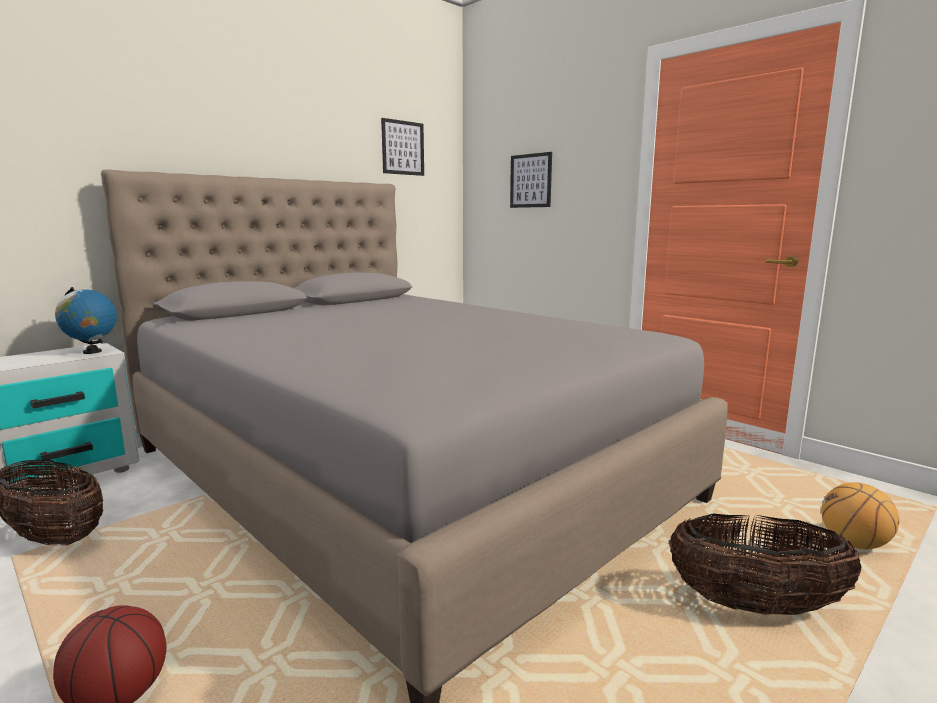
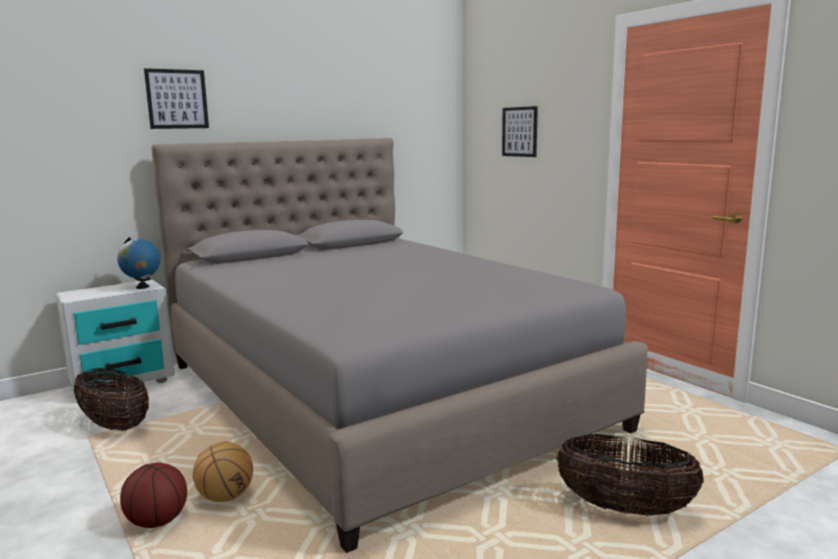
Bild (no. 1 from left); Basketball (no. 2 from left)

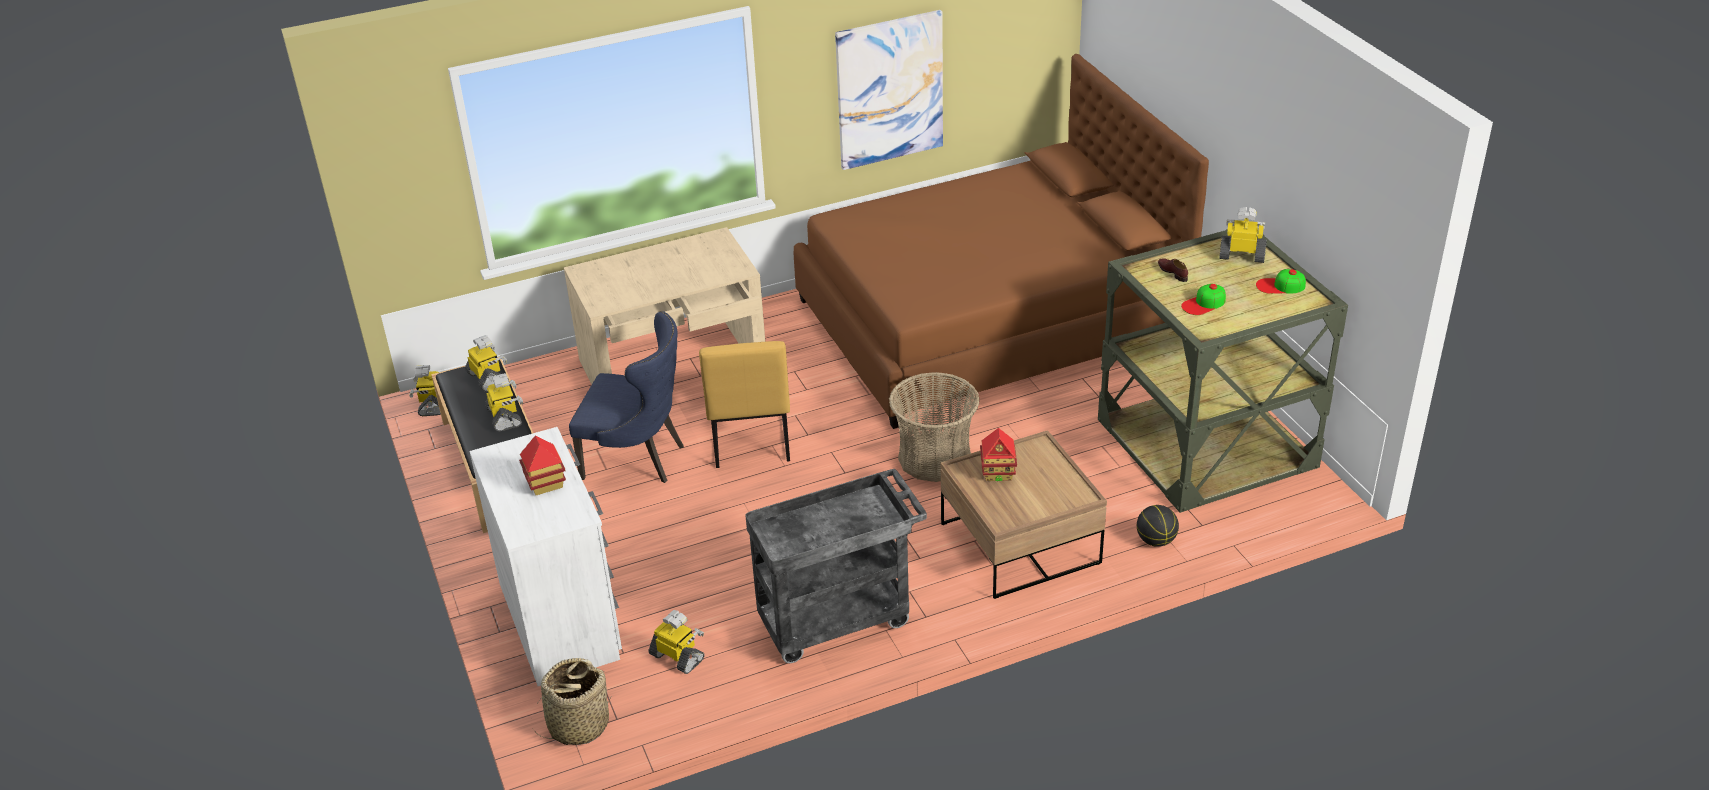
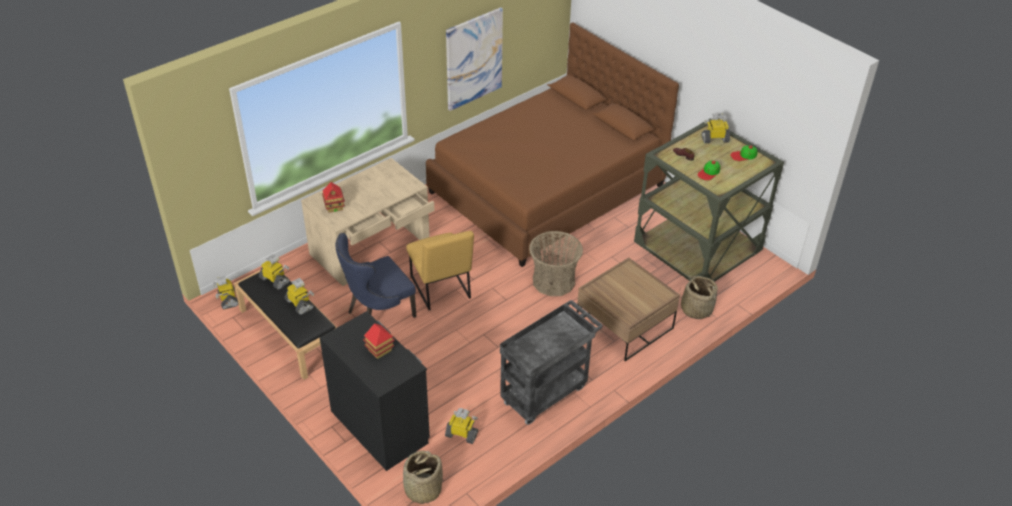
Spielzeughaus (no. 1 from left); Korb (no. 3 from left); Kommode (schwarz); Stuhl (blau)

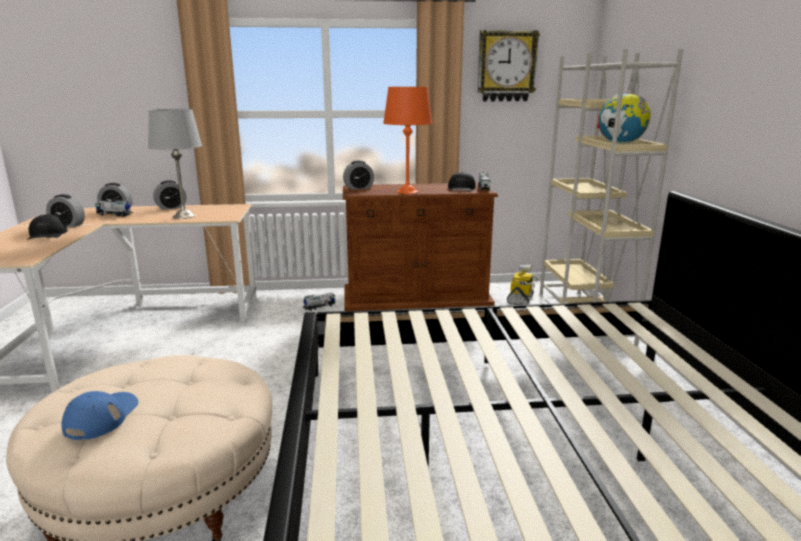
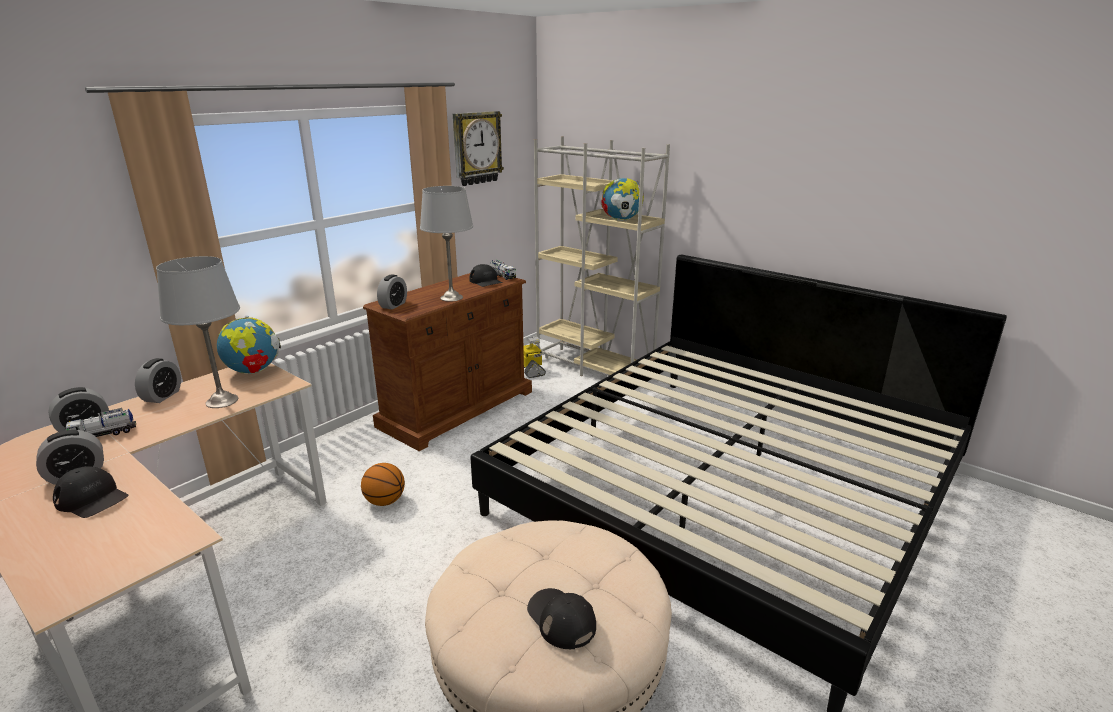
Spielzeuglaster (no. 2 from left in the first image); Globus (no. 1 from left); Basketball; Kappe (schwarz) (no. 3 from left); Tischlampe (grau) (no. 2 from left)

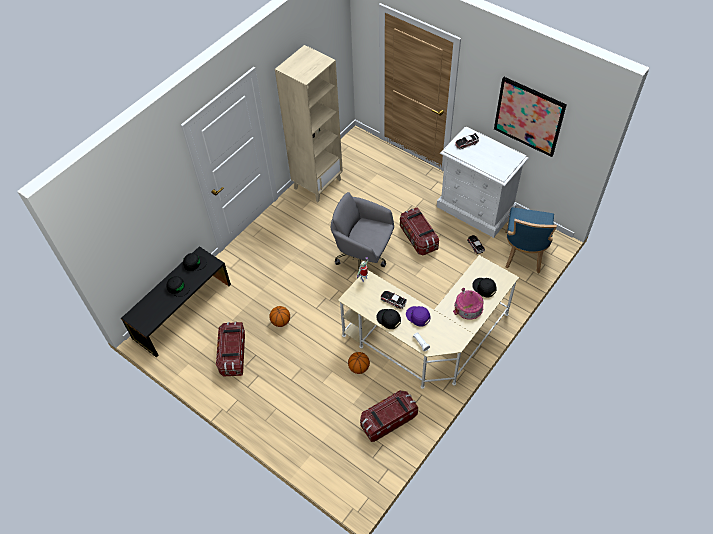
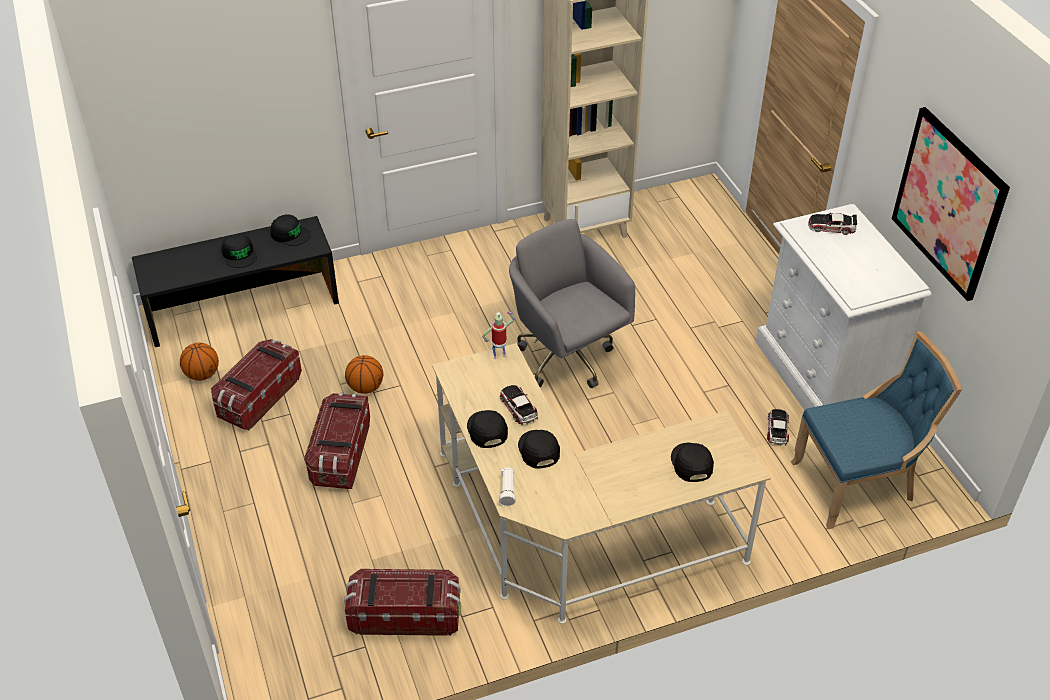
Spielzeughaus; Basketball (no. 1 from left); Aufbewahrungsbox (no. 2 from left); Kappe (schwarz) (no. 4 from left); Stuhl (blau)

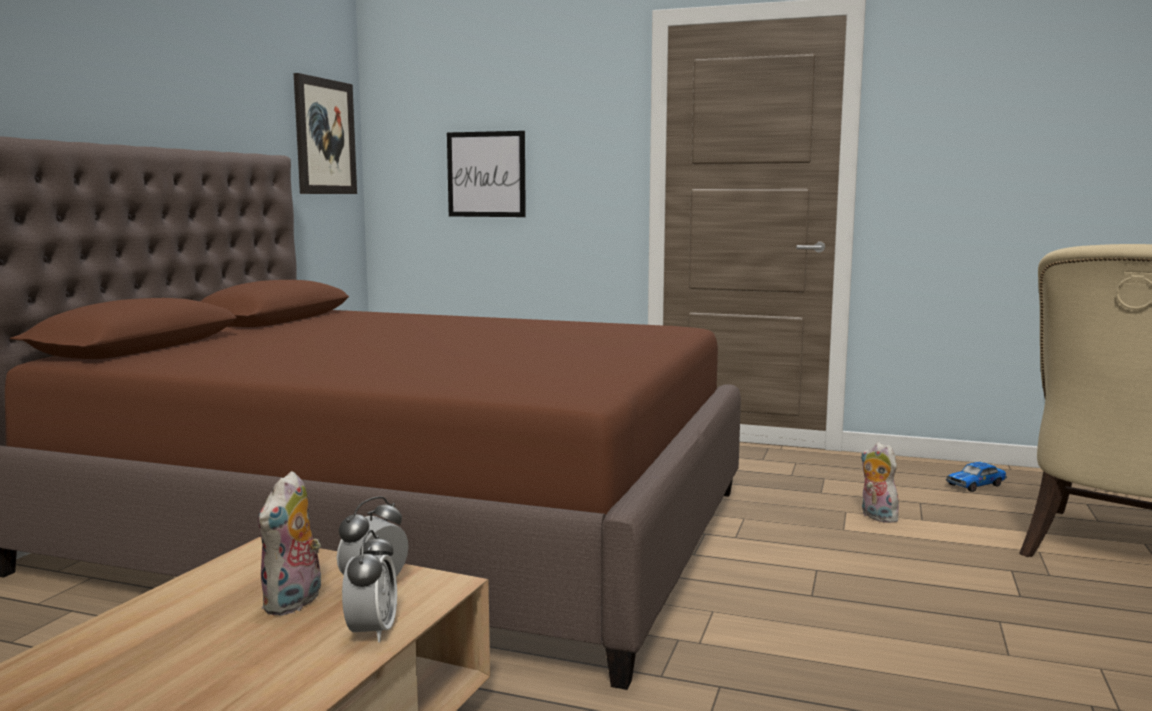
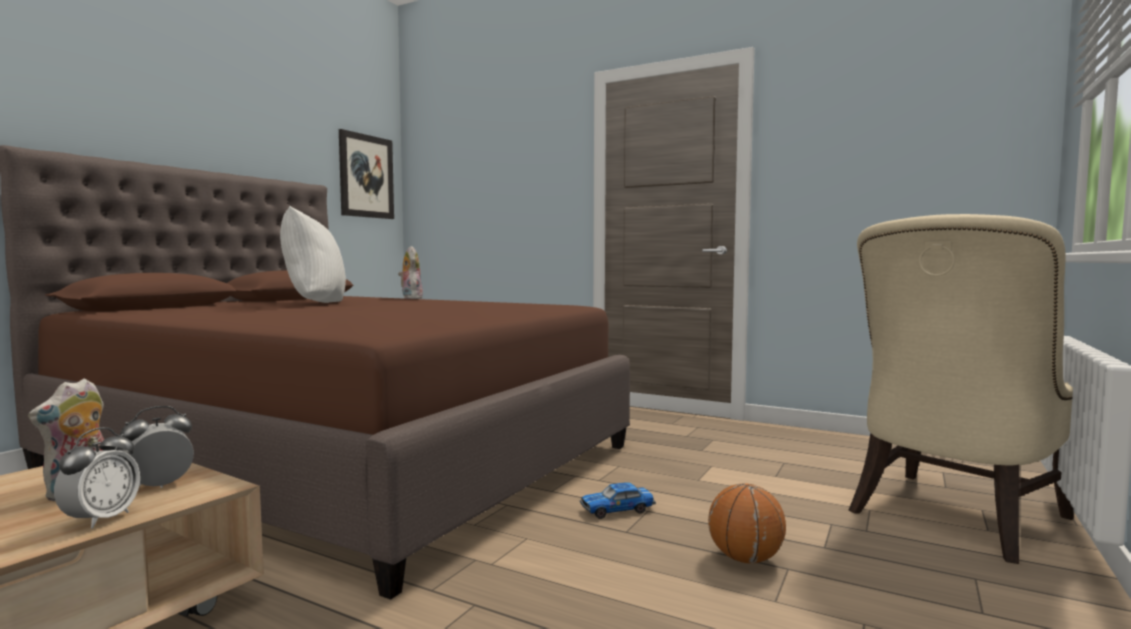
Bild (no. 2 from left in the first image); Kissen (weiß); Basketball; Plüschtier (no. 2 from left); Spielzeugauto

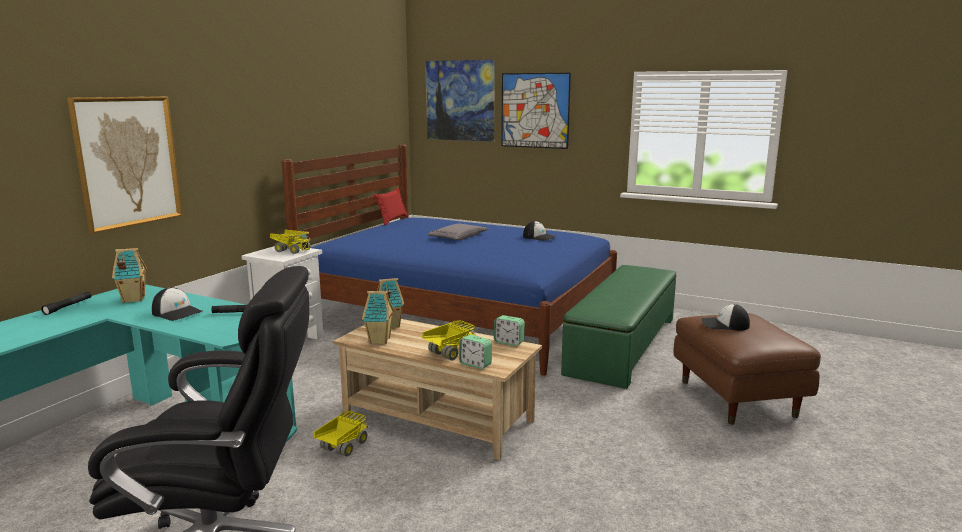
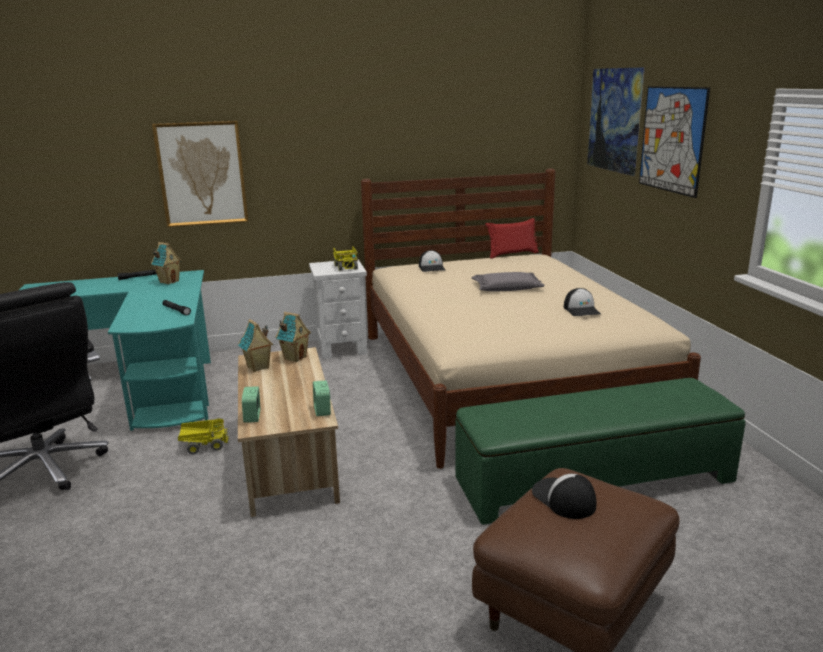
Spielzeuglaster (no. 3 from left in the first image); Kappe (no. 1 from left); Bett (beige)

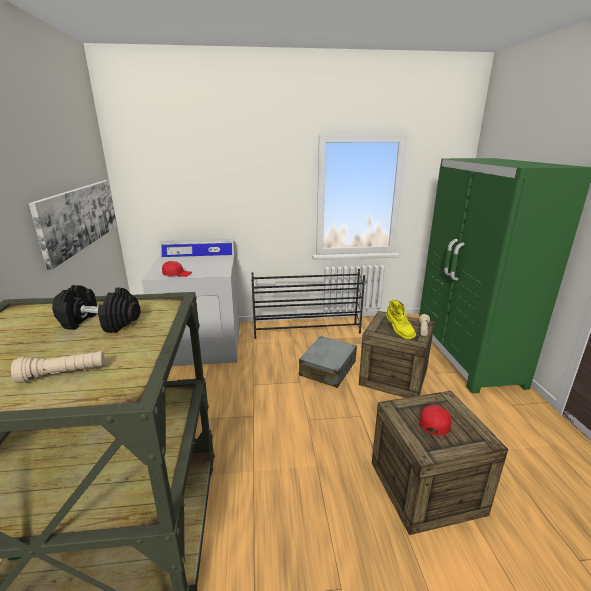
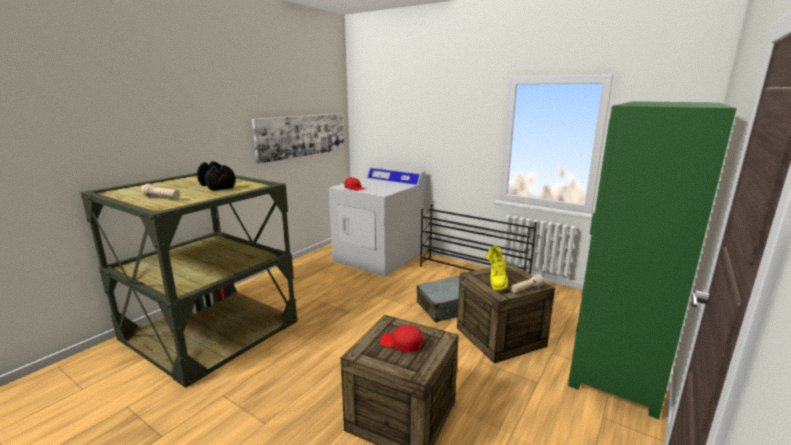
Kappe (rot) (no. 2 from left)

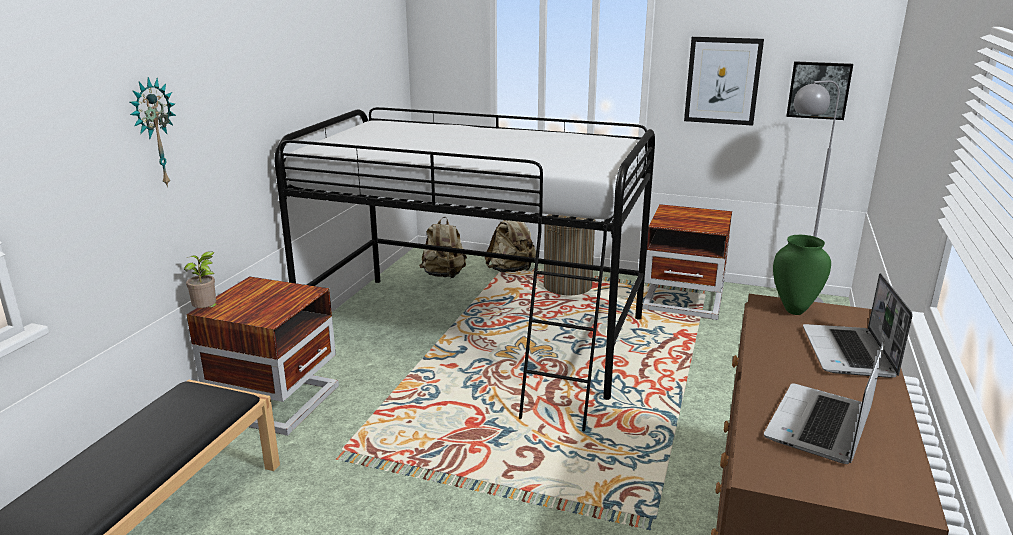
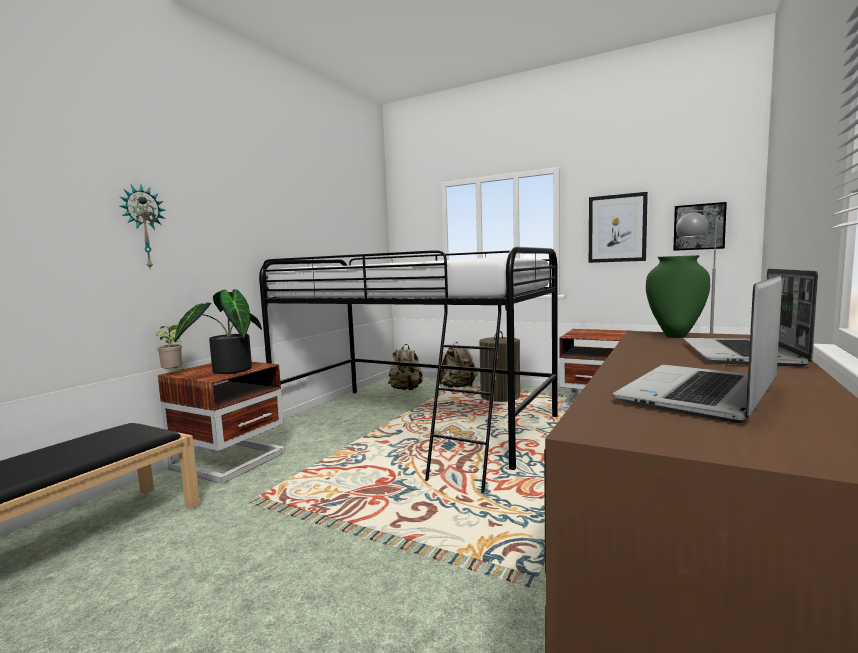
Topfpflanze (no. 2 from left)

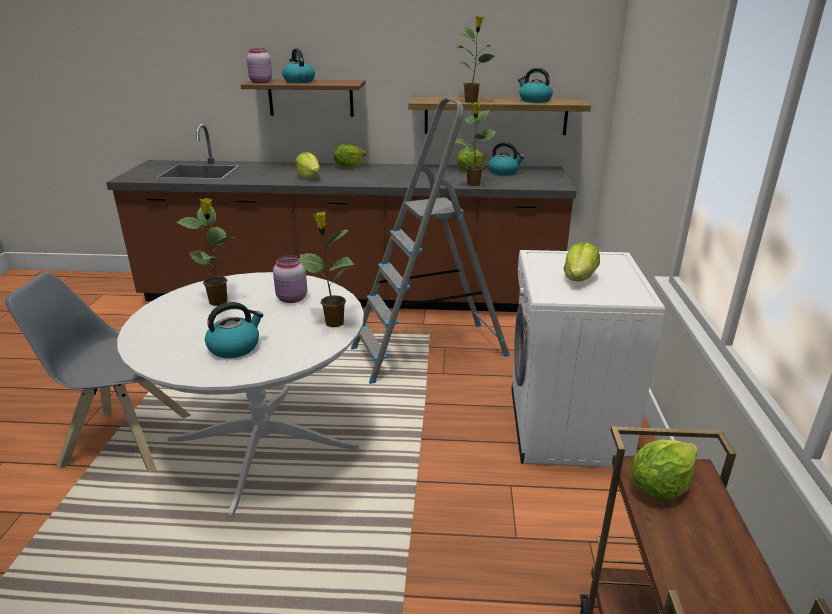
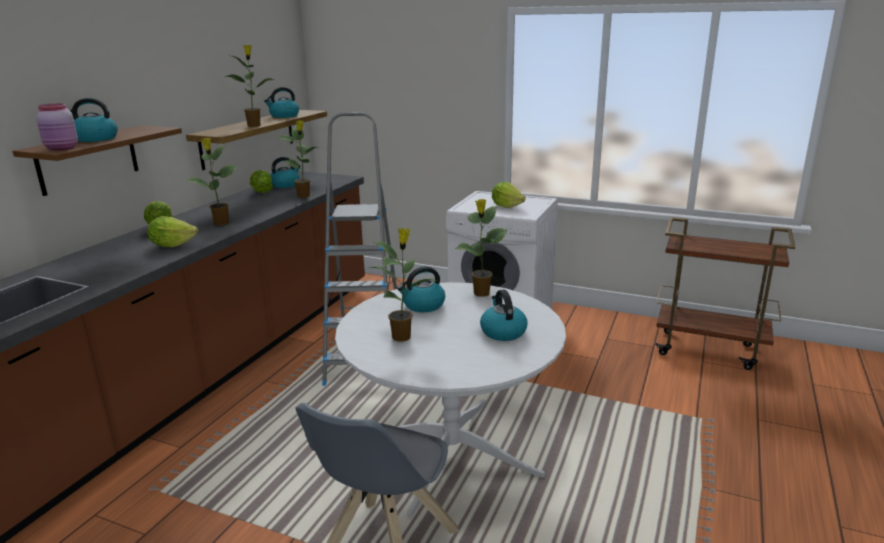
Salatkopf (no. 5 from left in the first image); Topfpflanze (no. 1 from left); Wasserkessel (no. 4 from left)

